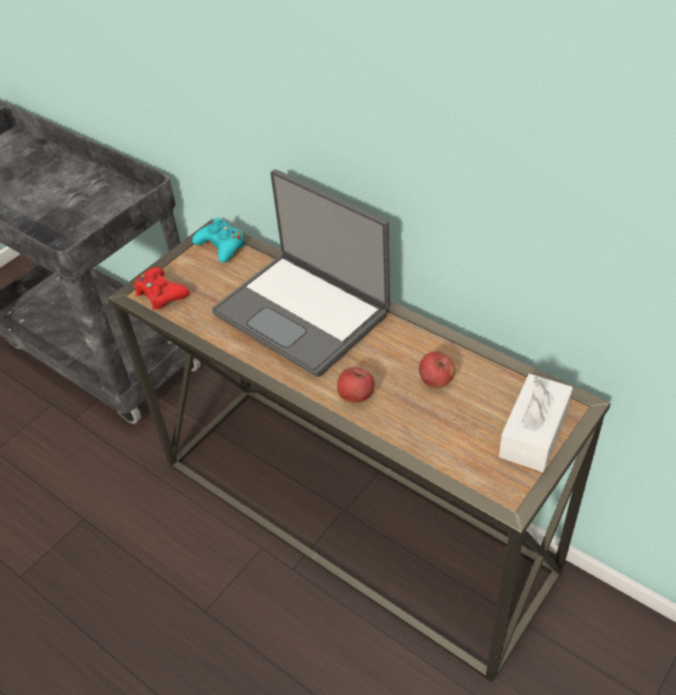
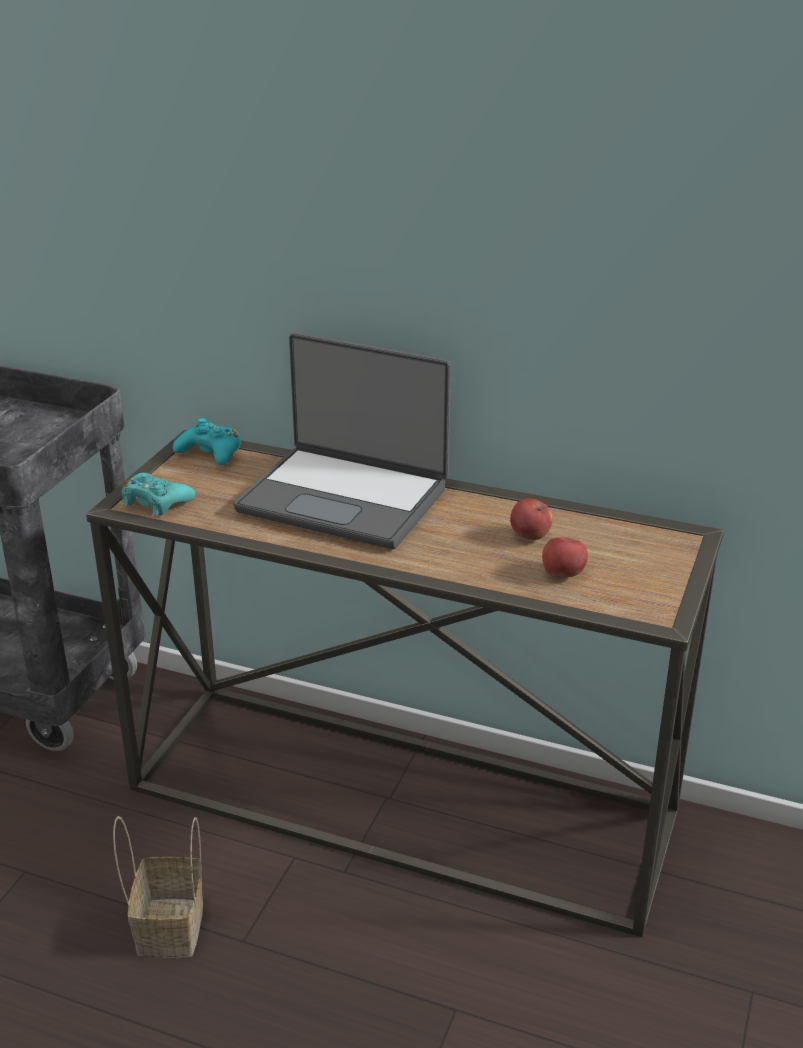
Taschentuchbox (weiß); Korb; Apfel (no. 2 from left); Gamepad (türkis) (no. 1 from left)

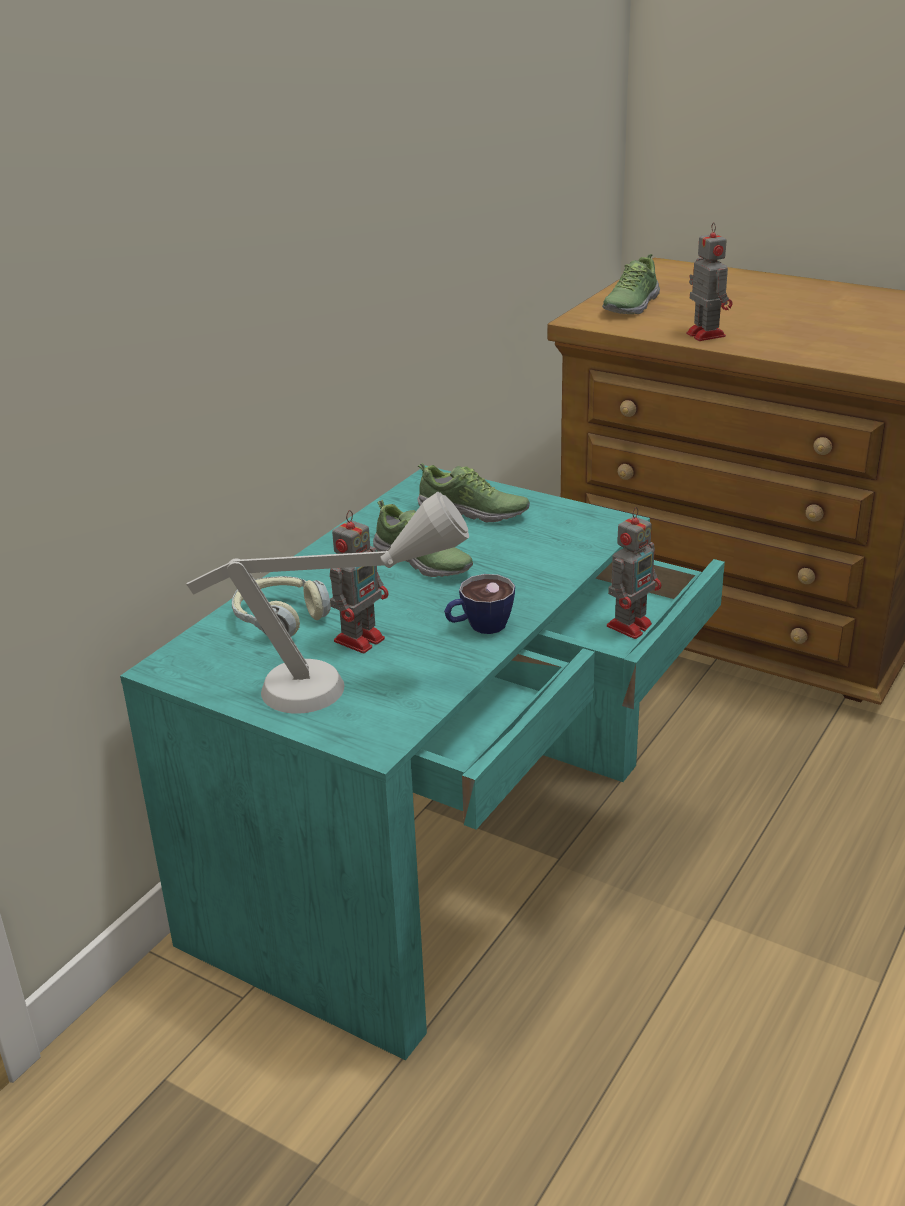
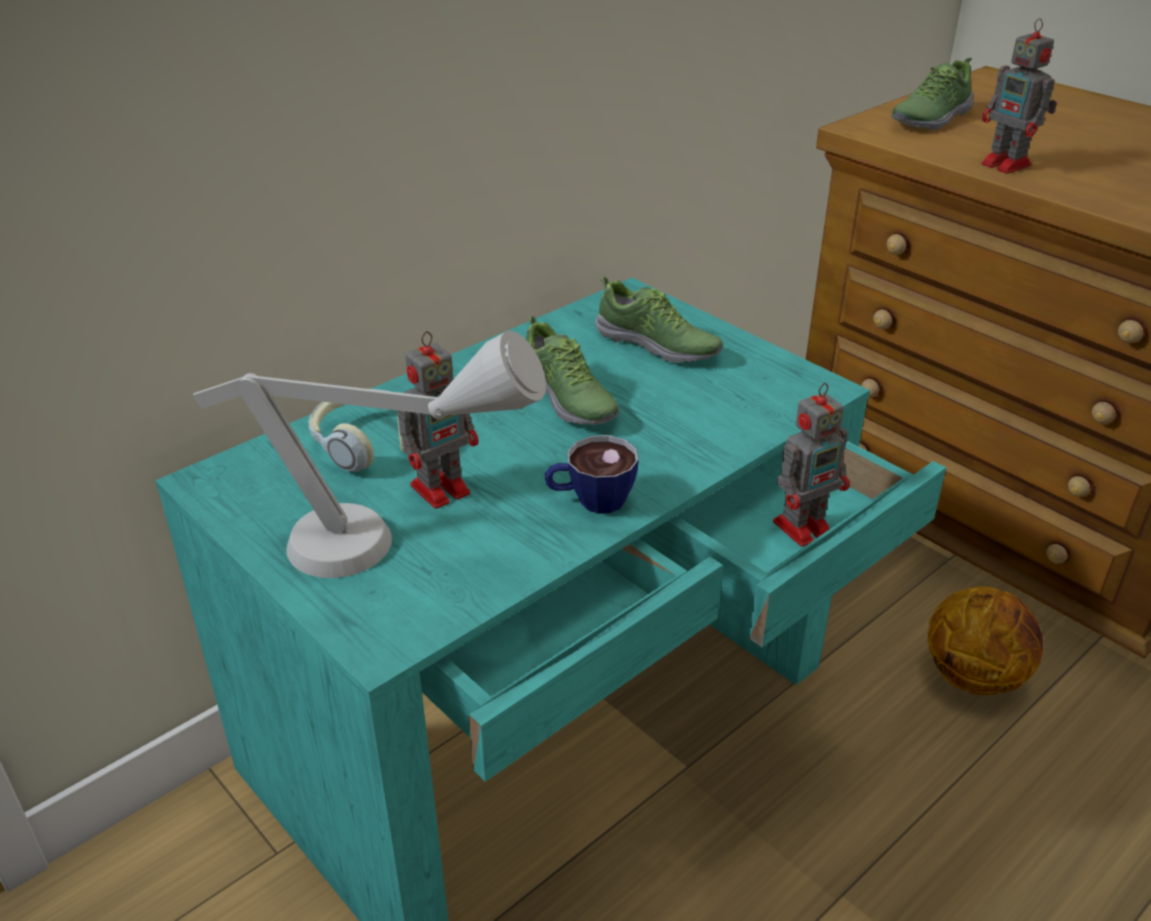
Basketball; Spielzeugroboter (no. 3 from left)

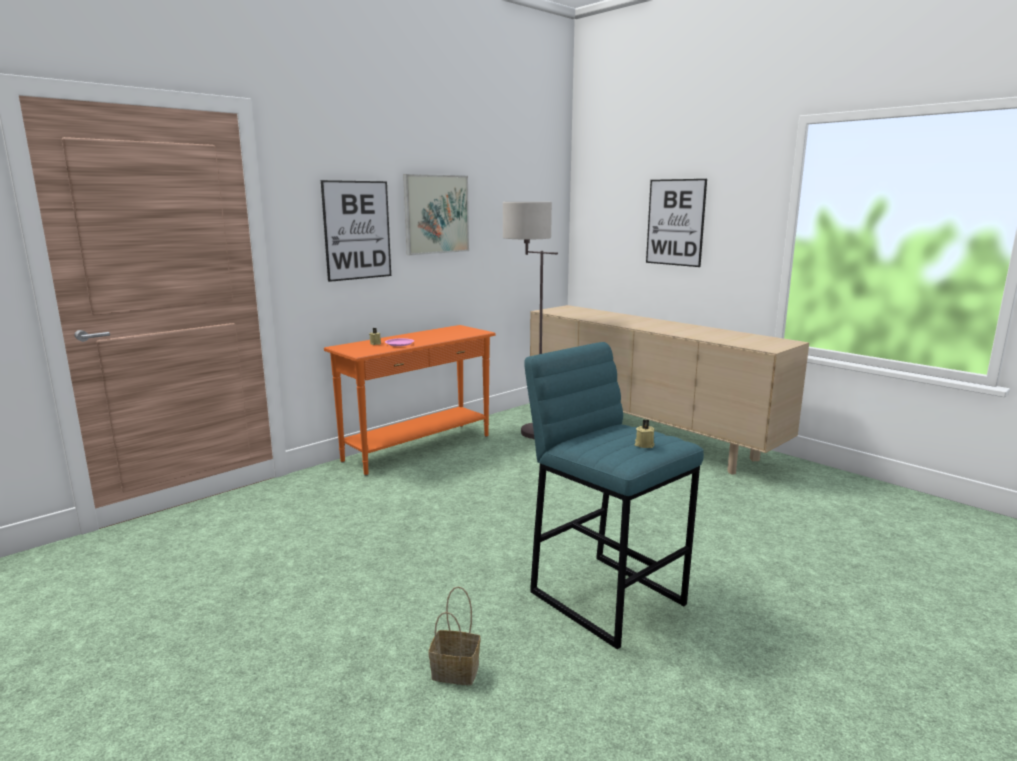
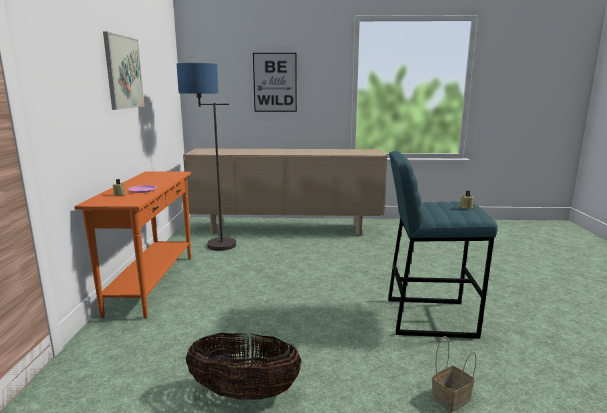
Bild (no. 1 from left in the first image); Korb (no. 1 from left); Stehlampe (blau)

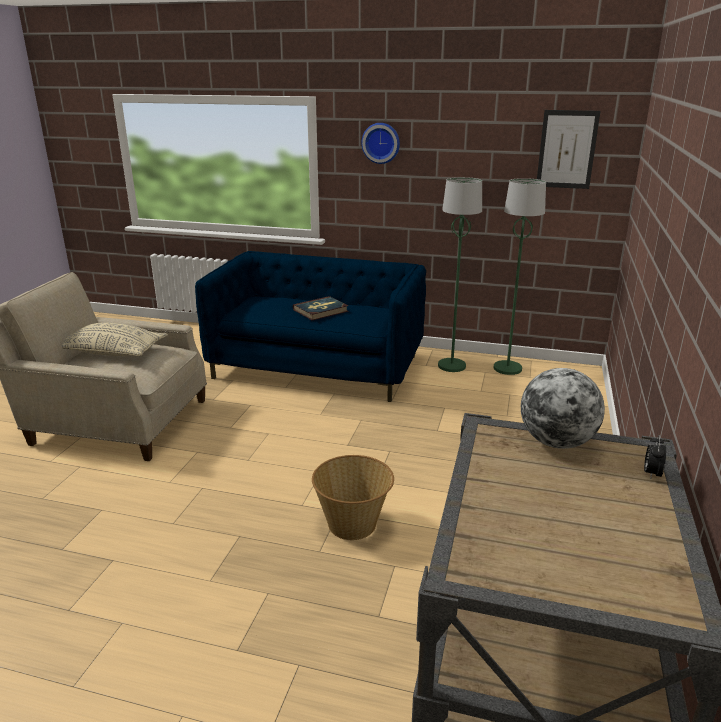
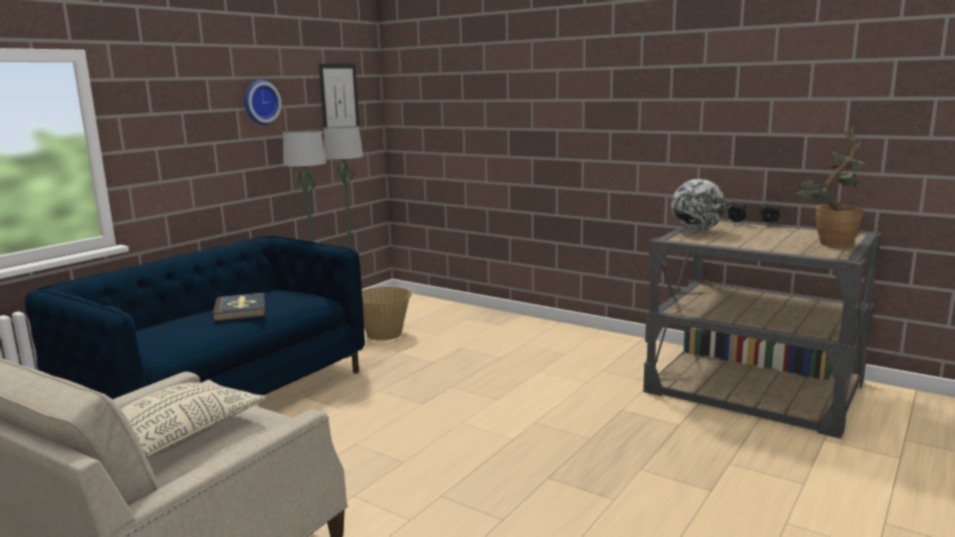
Wecker (no. 2 from left); Topfpflanze; Korb; Wanduhr

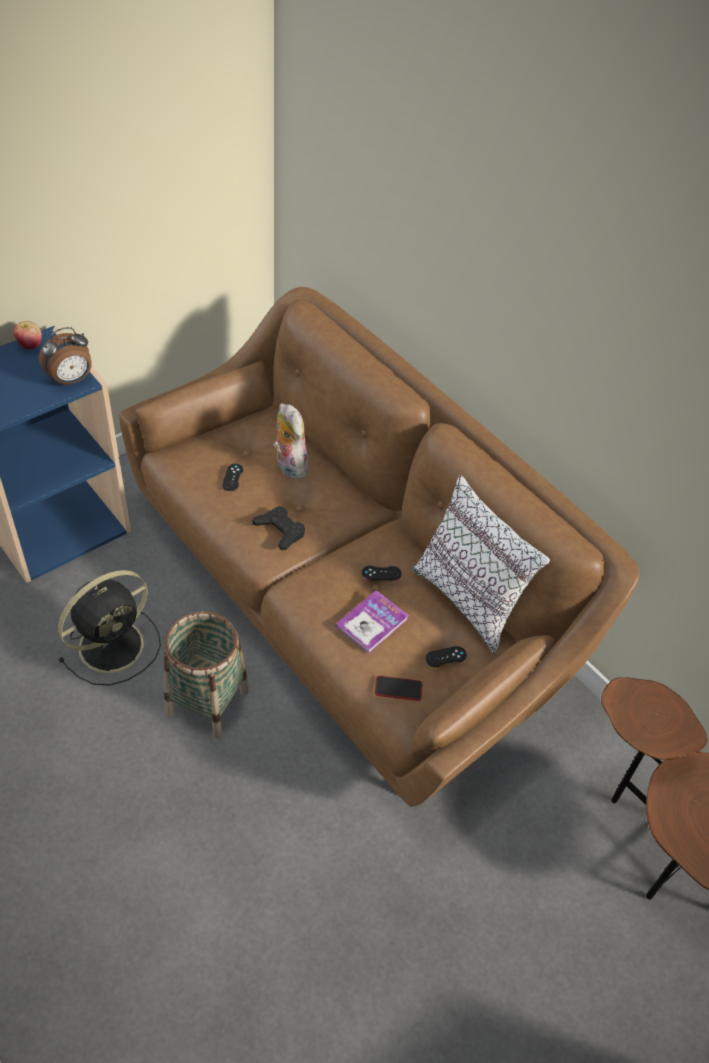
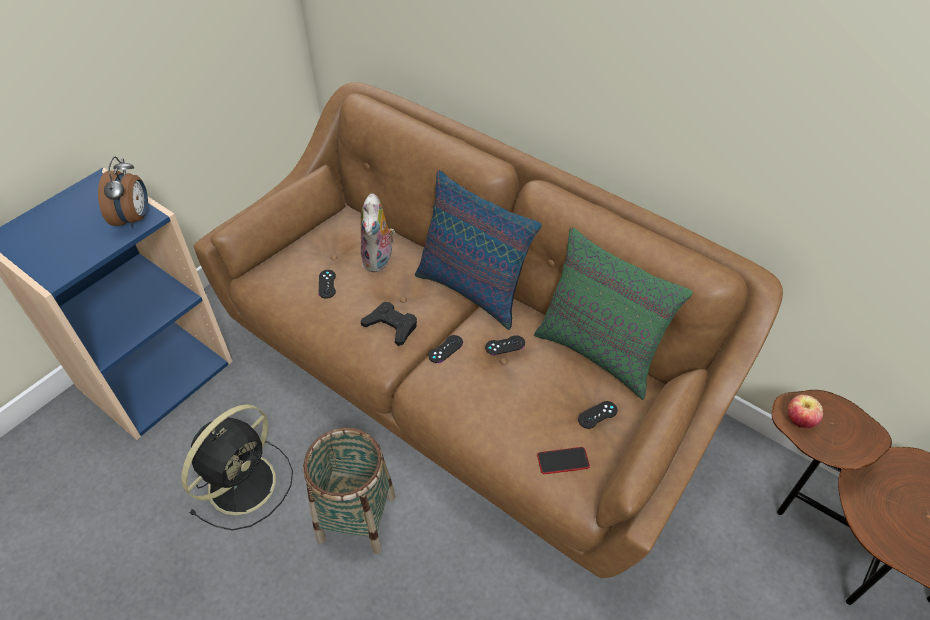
Buch; Kissen (blau); Gamepad (schwarz) (no. 3 from left); Apfel; Kissen (grün); Wecker; Plüschtier

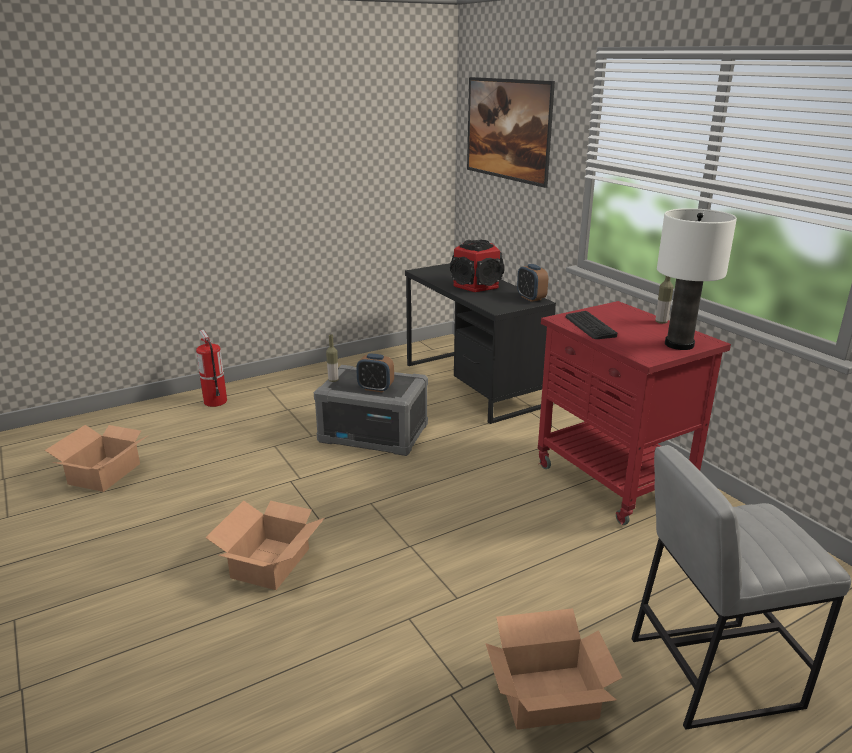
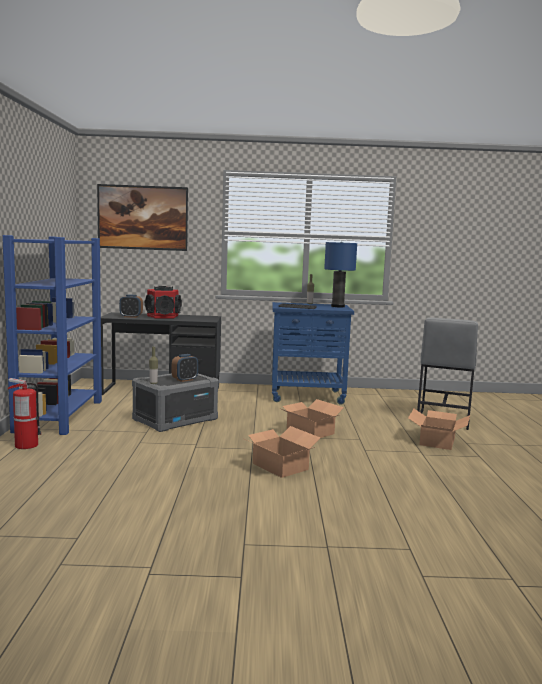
Bücherregal (blau); Karton (no. 2 from left); Wecker (no. 1 from left); Rollwagen (blau); Tischlampe (blau)

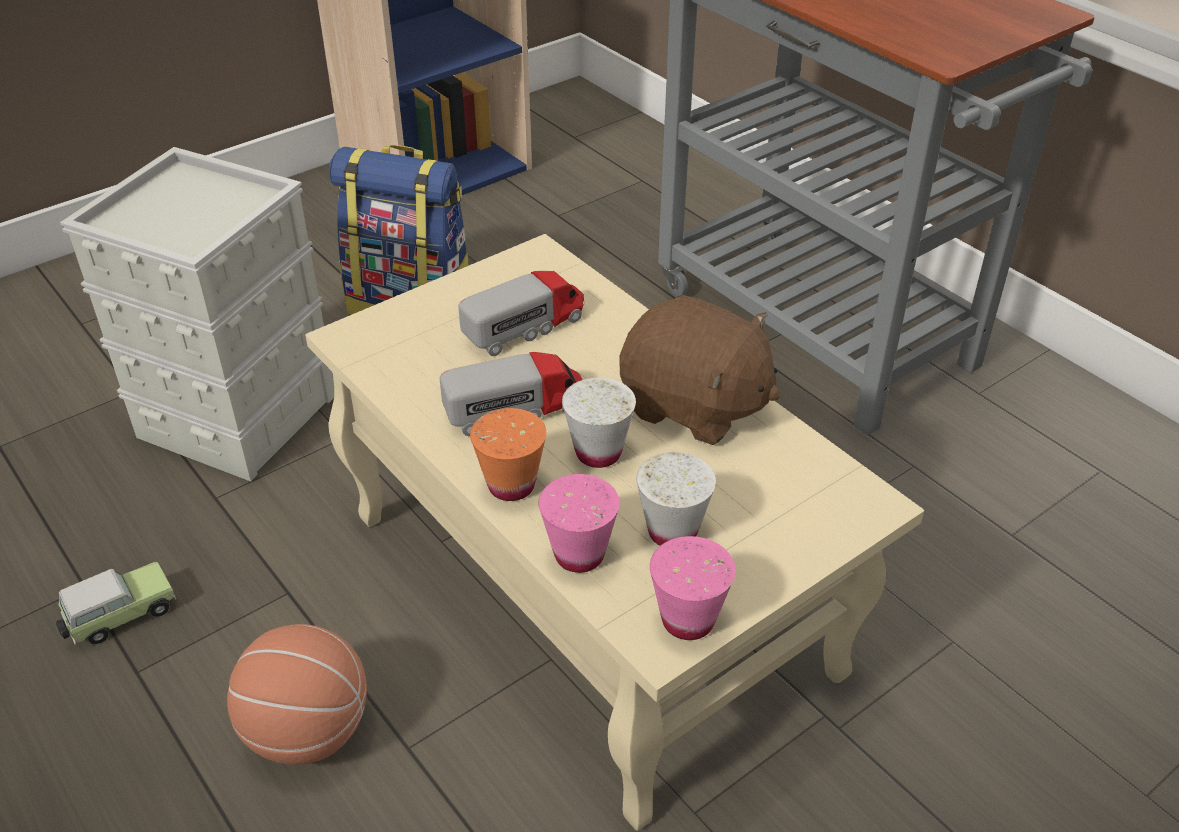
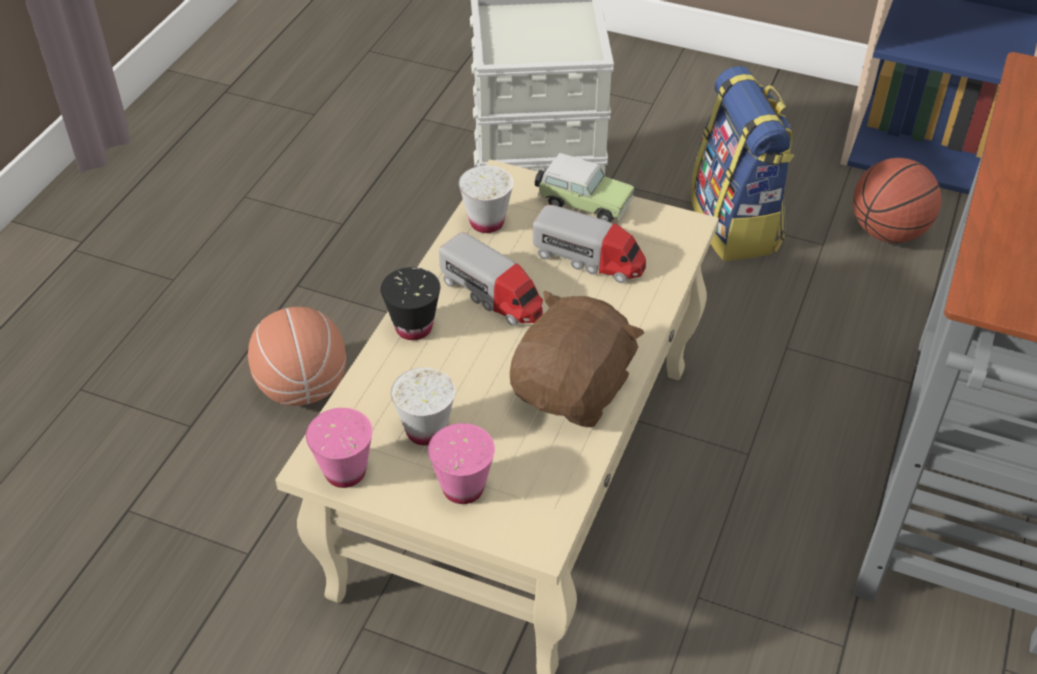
Basketball (no. 2 from left); Spielzeugauto; Tasse (rosa) (no. 2 from left); Tasse (weiß) (no. 2 from left); Tasse (schwarz); Plüschtier (braun)

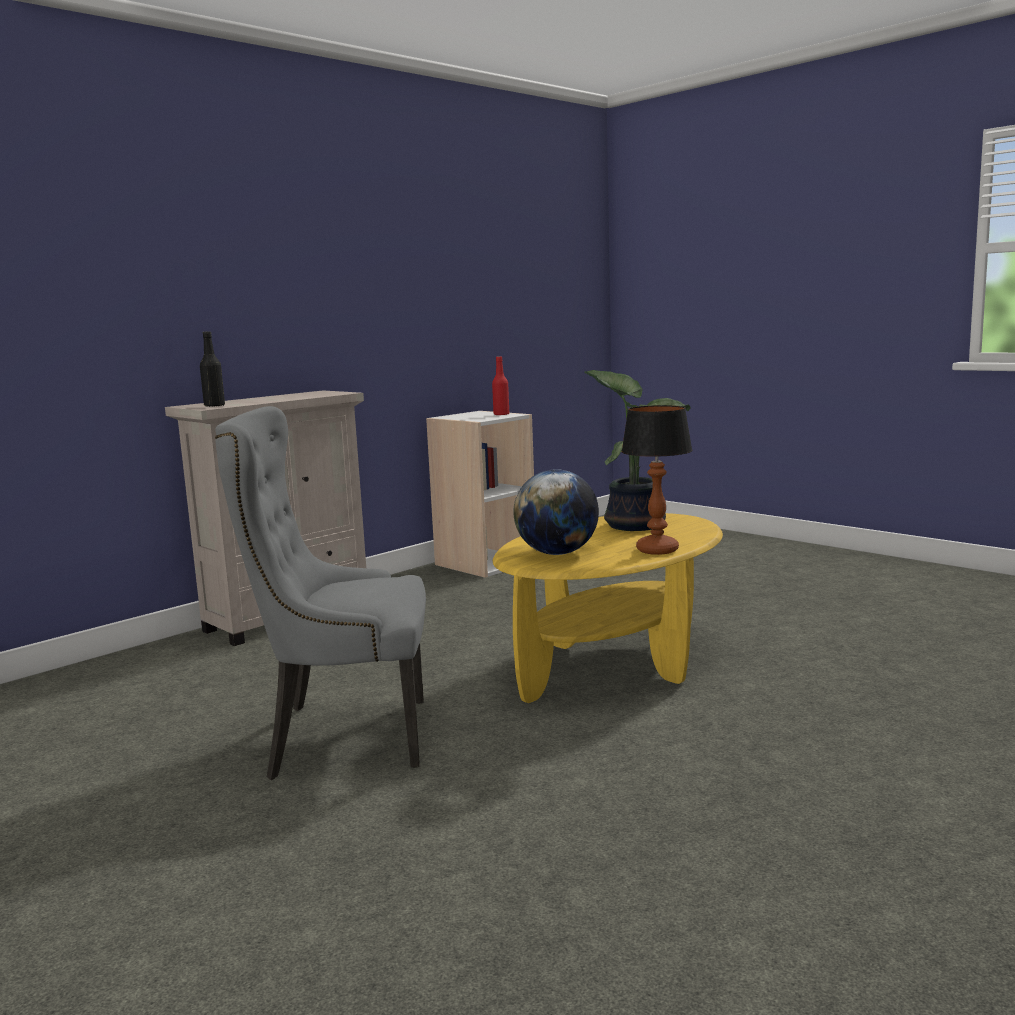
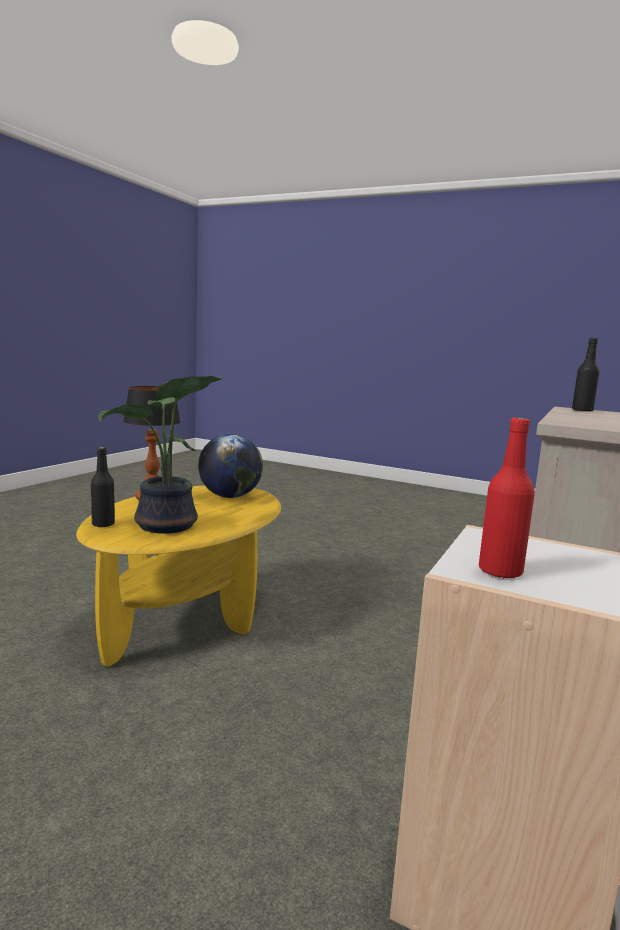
Stuhl (grau); Flasche (schwarz) (no. 1 from left)

